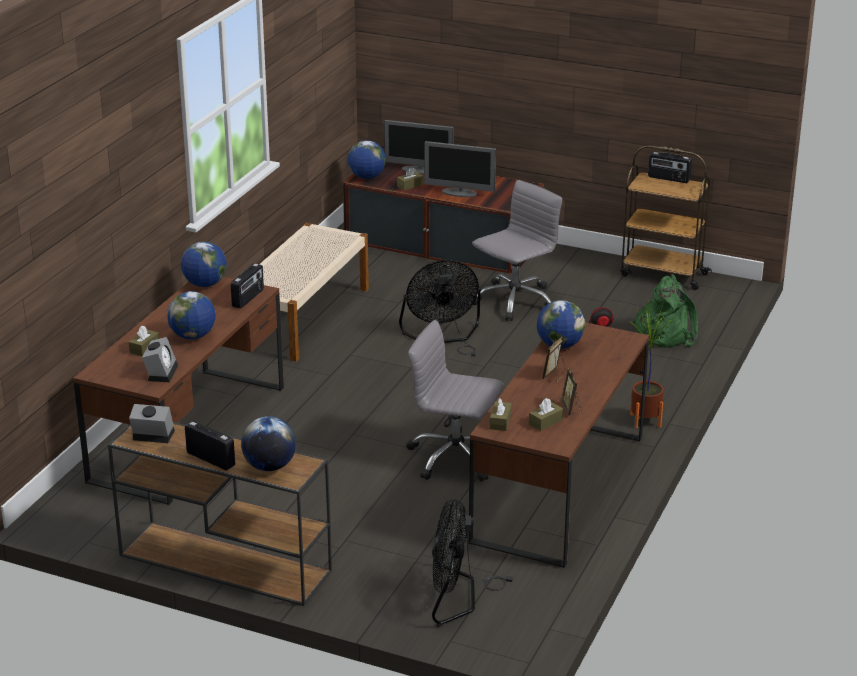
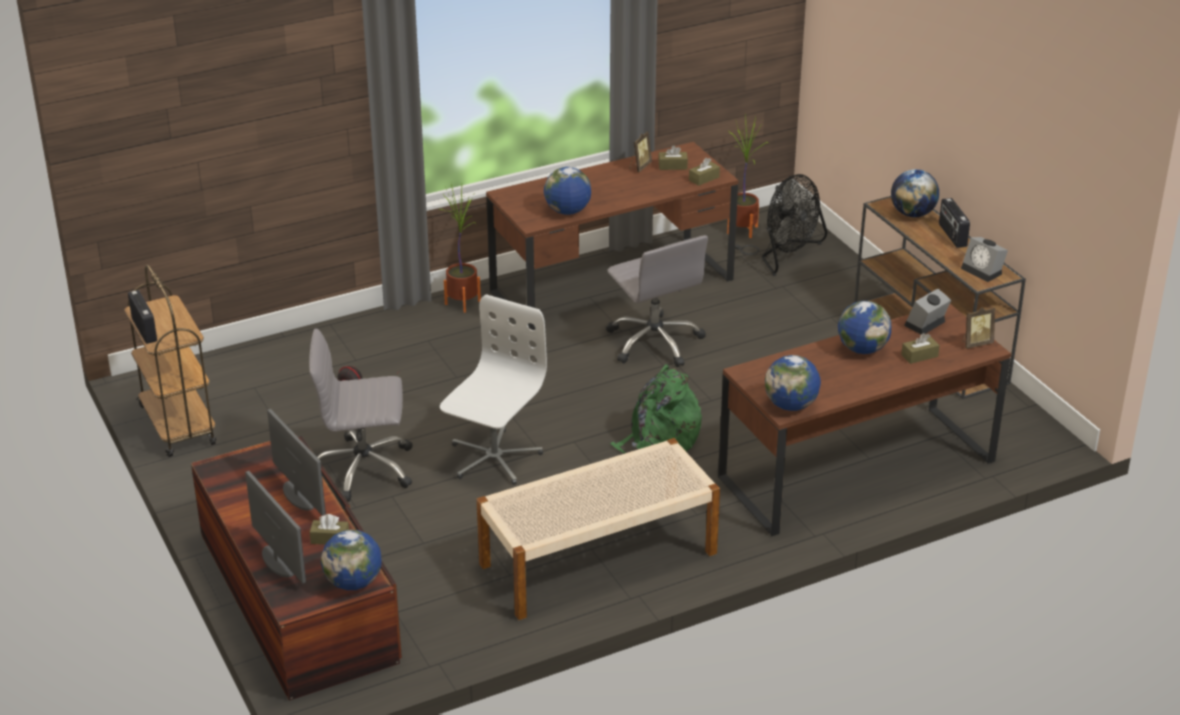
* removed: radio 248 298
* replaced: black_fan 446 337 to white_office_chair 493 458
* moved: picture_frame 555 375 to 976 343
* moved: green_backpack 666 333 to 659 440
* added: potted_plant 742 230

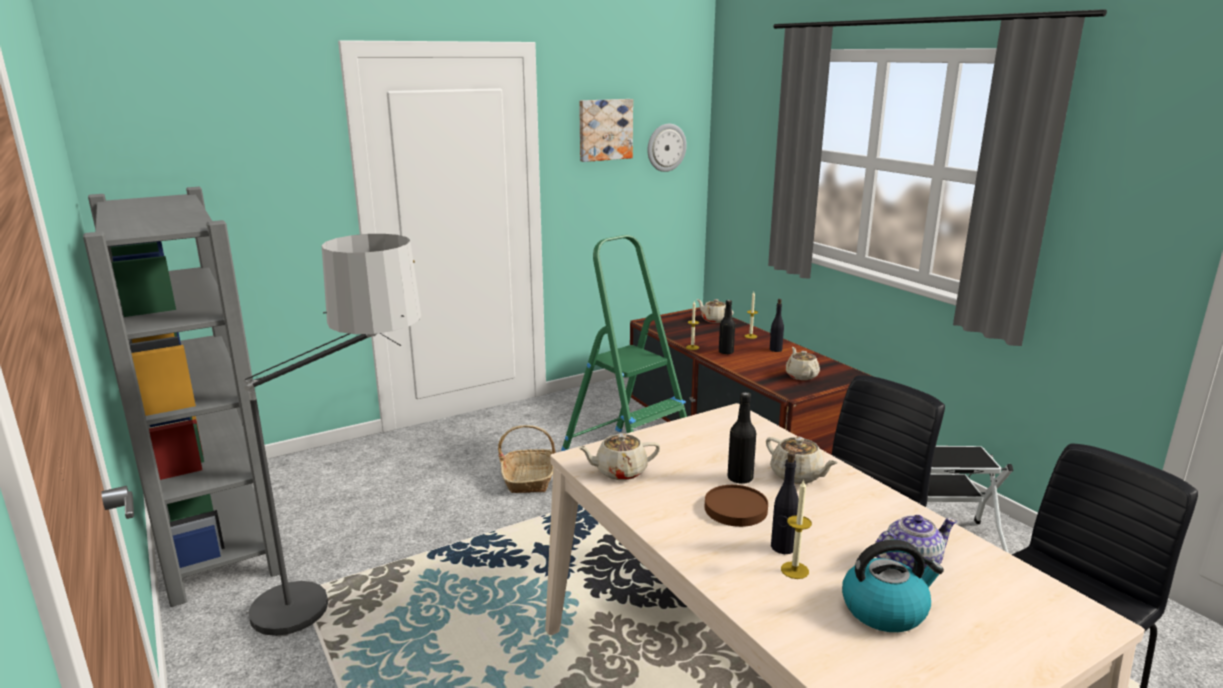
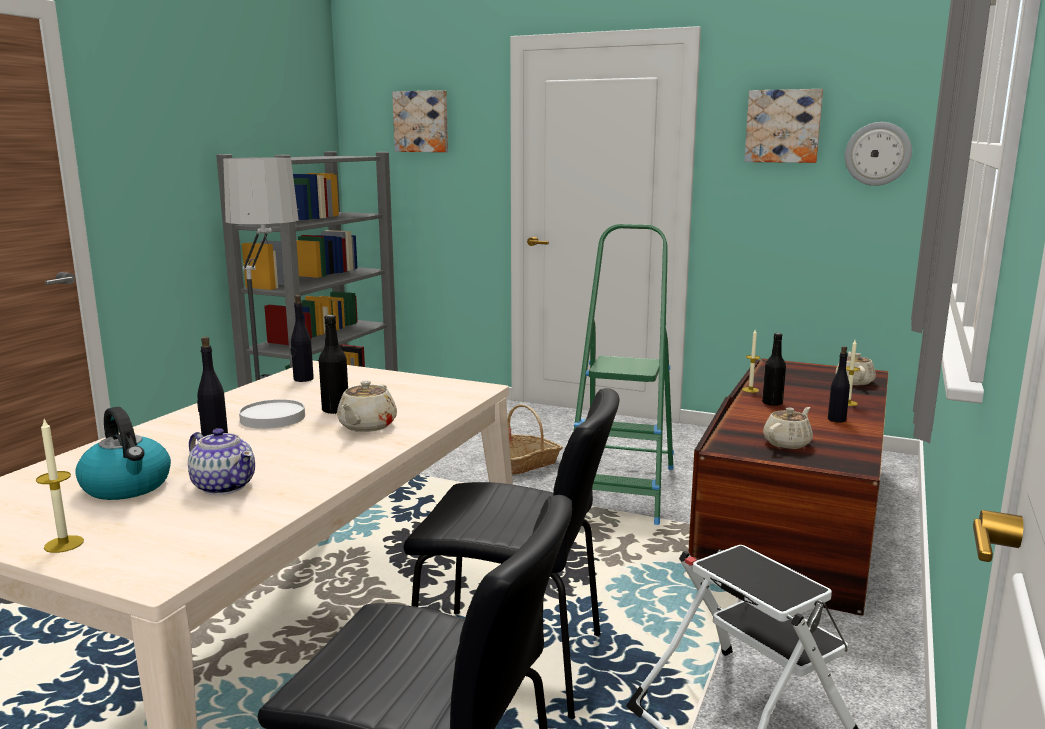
* replaced: beige_teapot 620 471 to black_bottle 303 379
* recoloured: brown_plate 736 509 to white_plate 272 418
* moved: candle 794 570 to 64 544
* added: picture 422 121

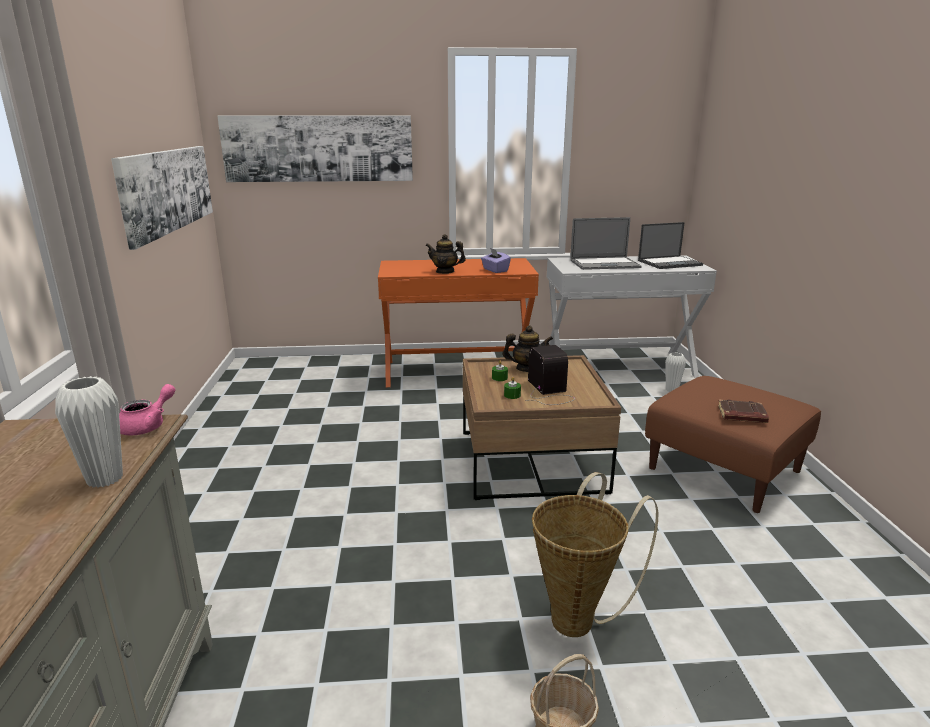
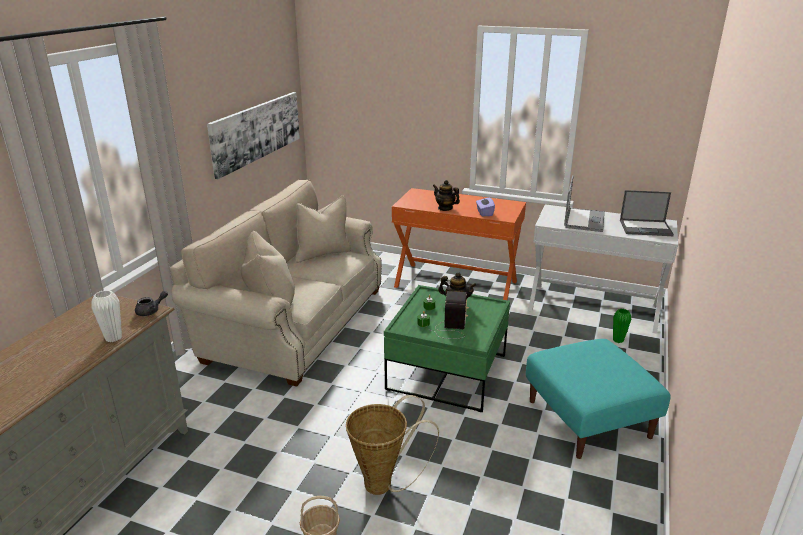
* recoloured: pink_teapot 148 426 to grey_teapot 151 311
* removed: picture 318 148
* recoloured: brown_coffee_table 531 461 to green_coffee_table 447 372
* turned: laptop 604 264 = 584 220 90 degrees counterclockwise
* recoloured: brown_ottoman 725 470 to turquoise_ottoman 589 419
* recoloured: white_vase 671 390 to green_vase 618 340
* removed: brown_book 741 415
* added: beige_sofa 292 322

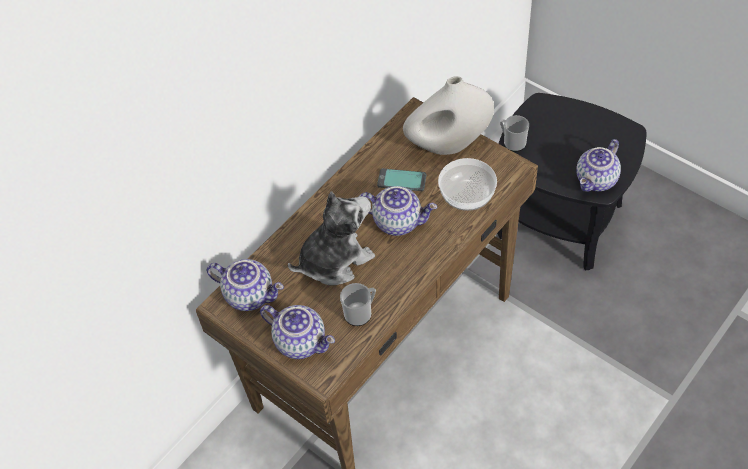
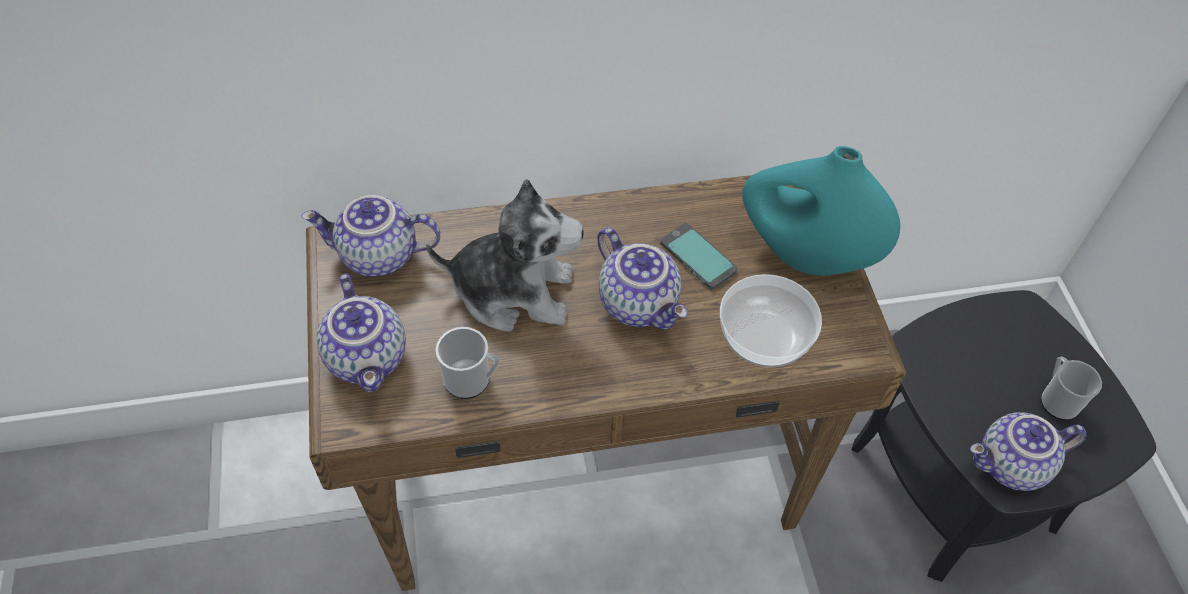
* turned: teapot 250 294 = 377 257 120 degrees clockwise
* recoloured: white_vase 448 145 to turquoise_vase 805 256
* moved: mug 512 142 to 1057 399

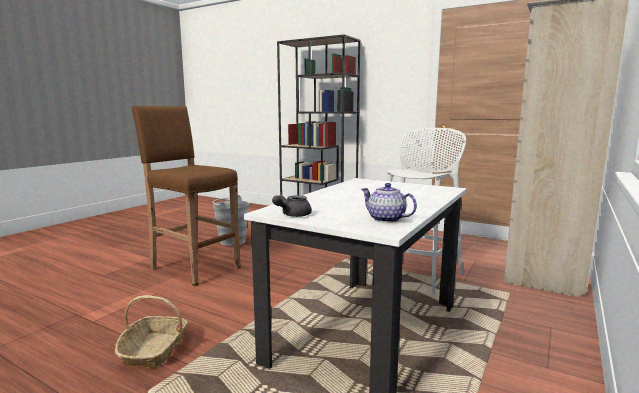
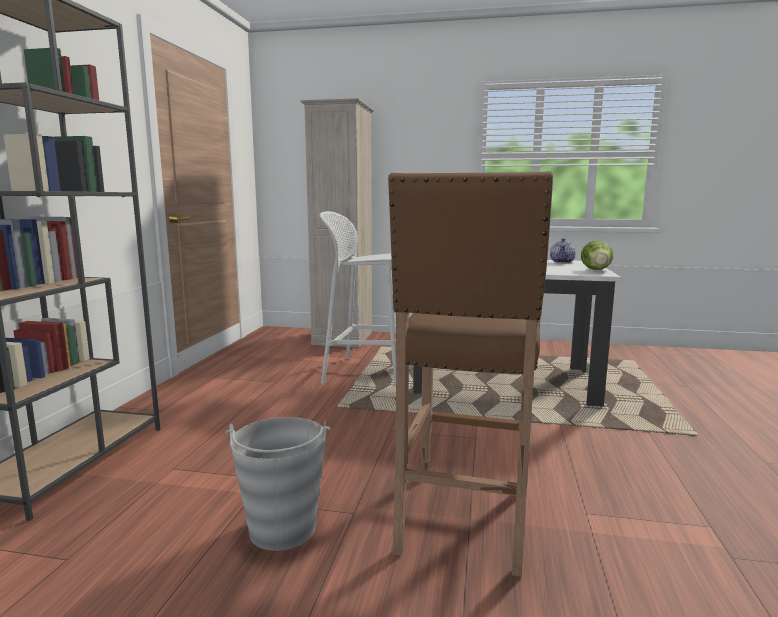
* removed: basket 154 350
* replaced: grey_teapot 292 215 to lettuce 597 270

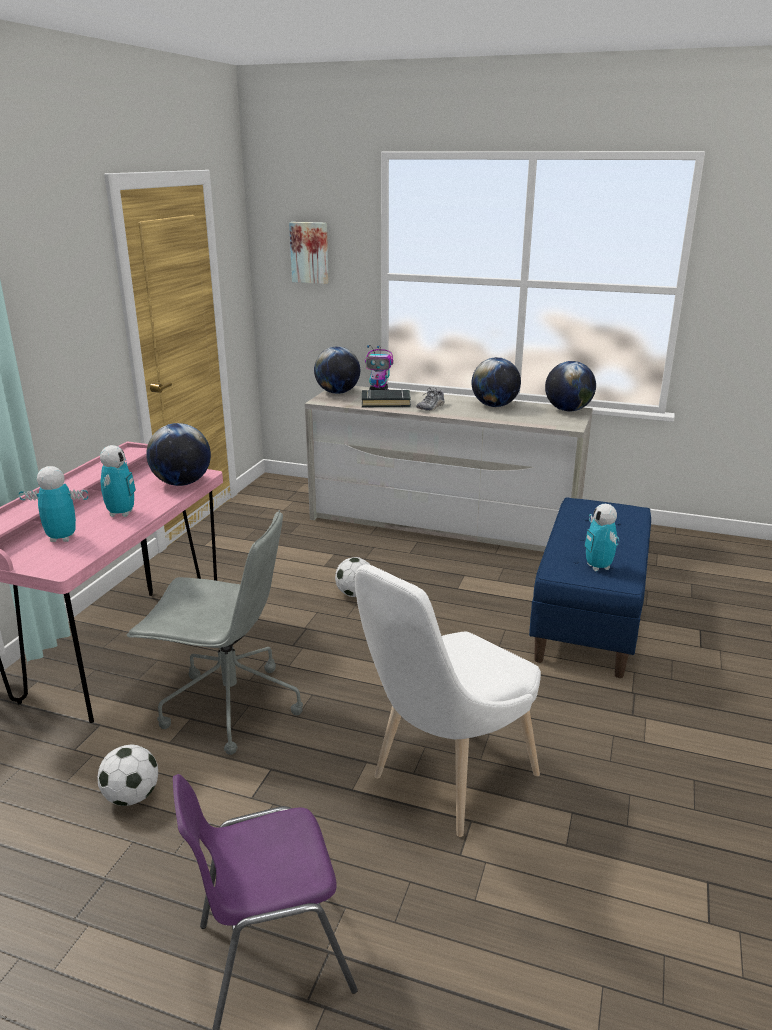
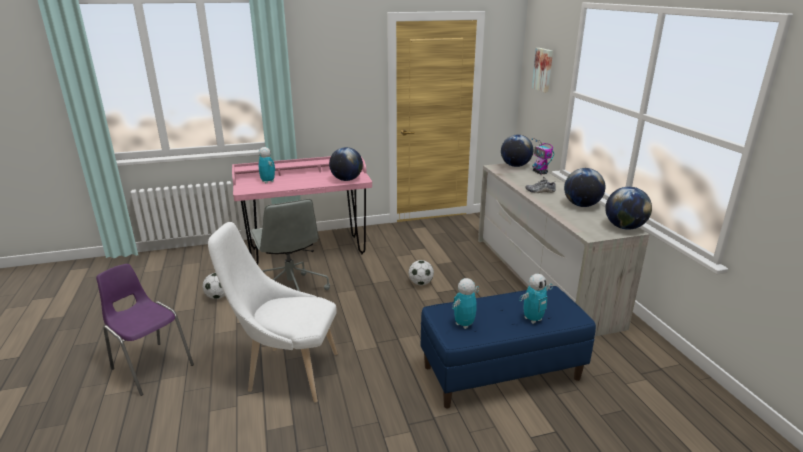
* moved: toy_robot 121 513 to 533 319
* removed: black_book 385 402

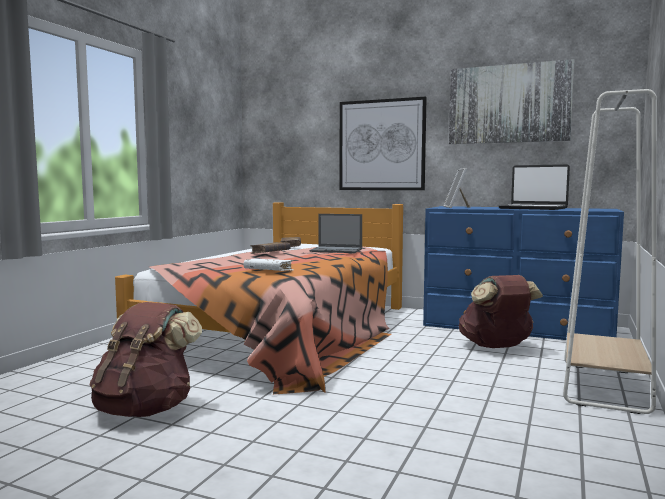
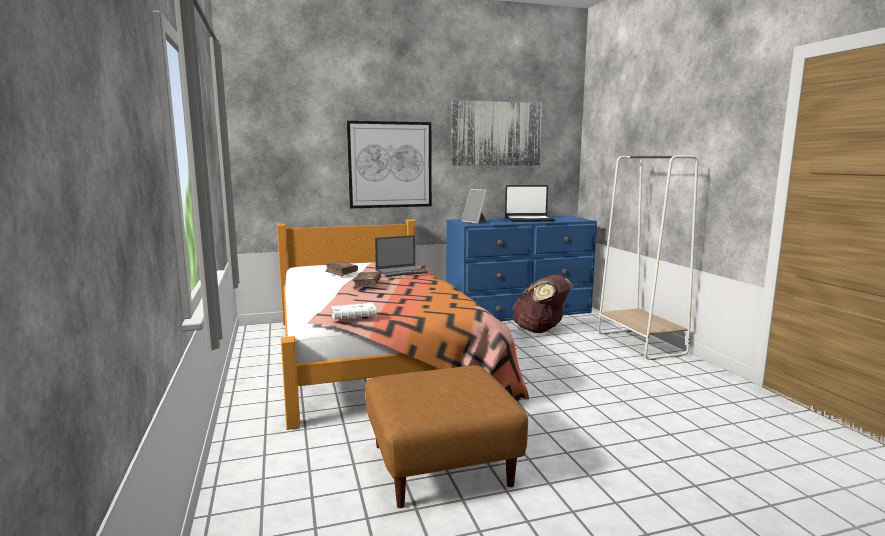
* replaced: brown_backpack 145 409 to brown_ottoman 441 464
* moved: white_book 268 271 to 354 318

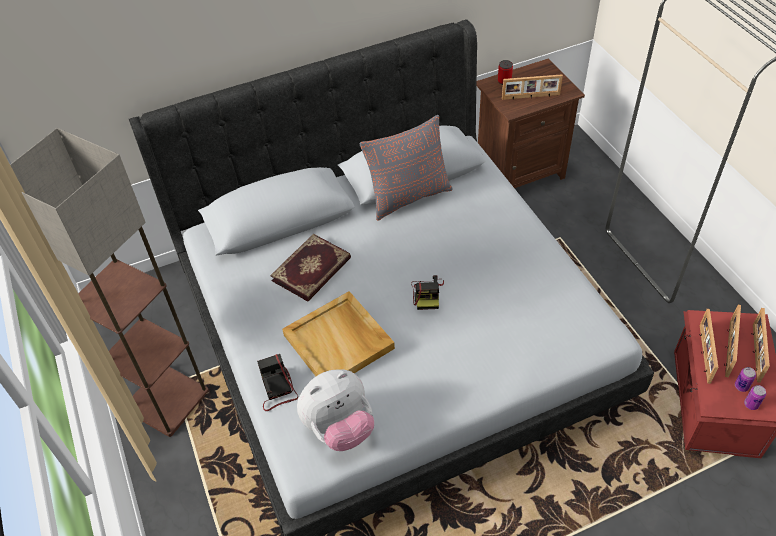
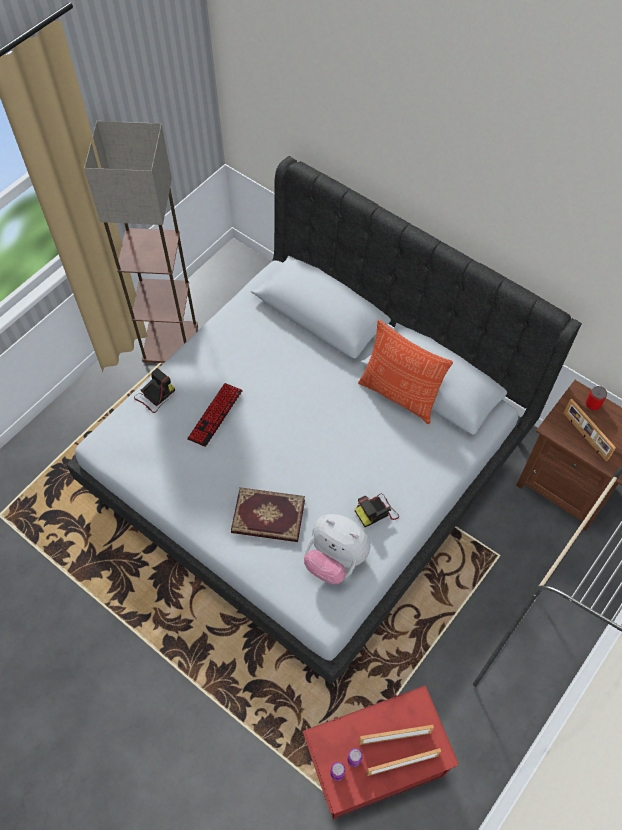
* moved: book 312 270 to 268 517
* replaced: beige_tray 339 342 to keyboard 215 415
* moved: plush_toy 339 427 to 335 559
* recoloured: grey_pillow 409 197 to orange_pillow 399 395
* moved: photo_camera 427 294 to 376 512
* removed: picture_frame 703 353

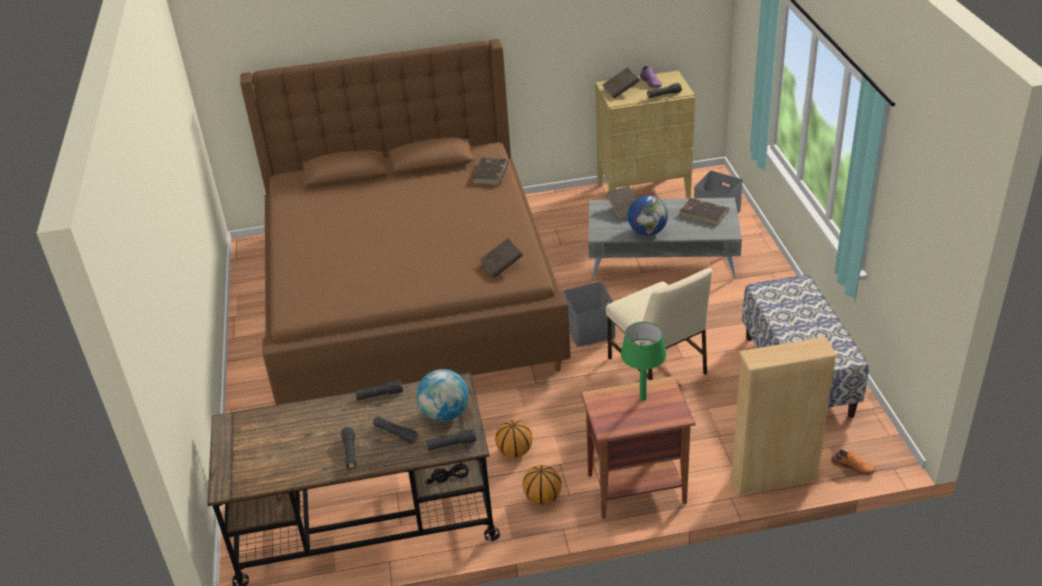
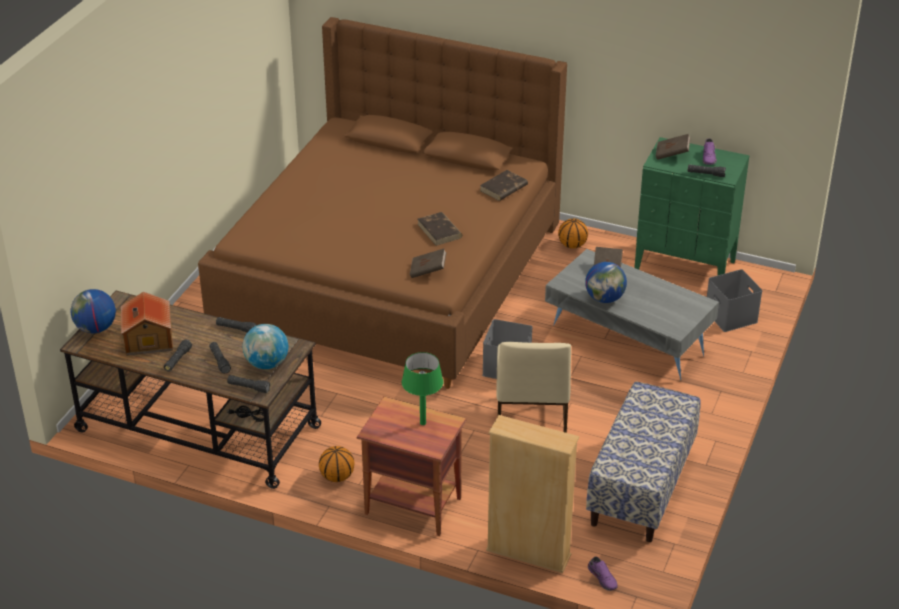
* moved: basketball 514 452 to 572 245
* recoloured: beige_dresser 644 193 to green_dresser 685 268
* moved: brown_book 704 214 to 439 231
* recoloured: orange_shoe 852 466 to purple_shoe 603 578
* added: globe 96 328
* added: toy_house 147 339

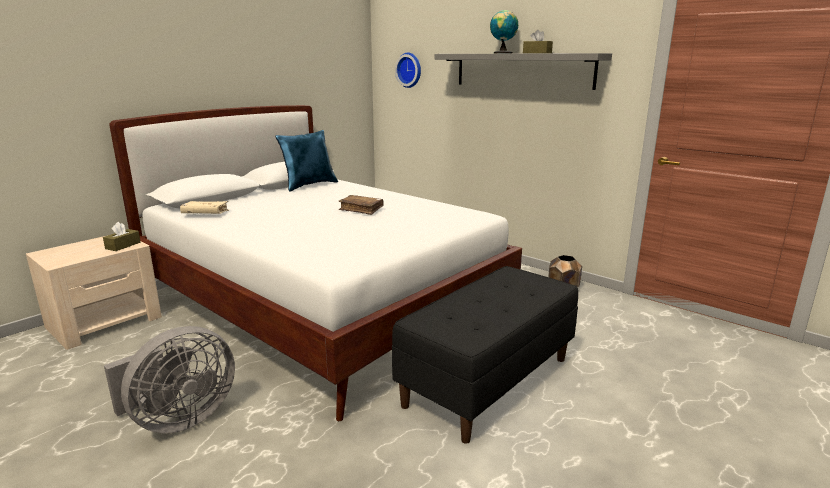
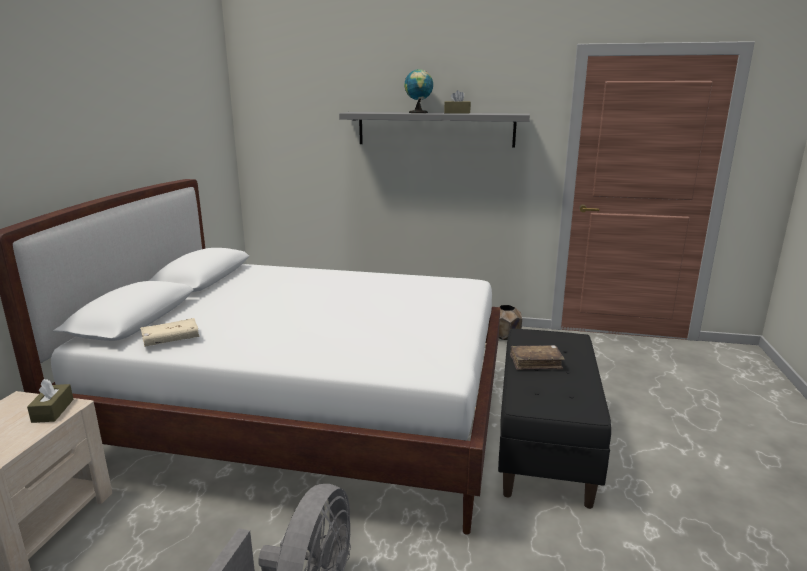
* removed: blue_pillow 309 185
* moved: brown_book 361 209 to 535 362
* removed: wall_clock 410 70

